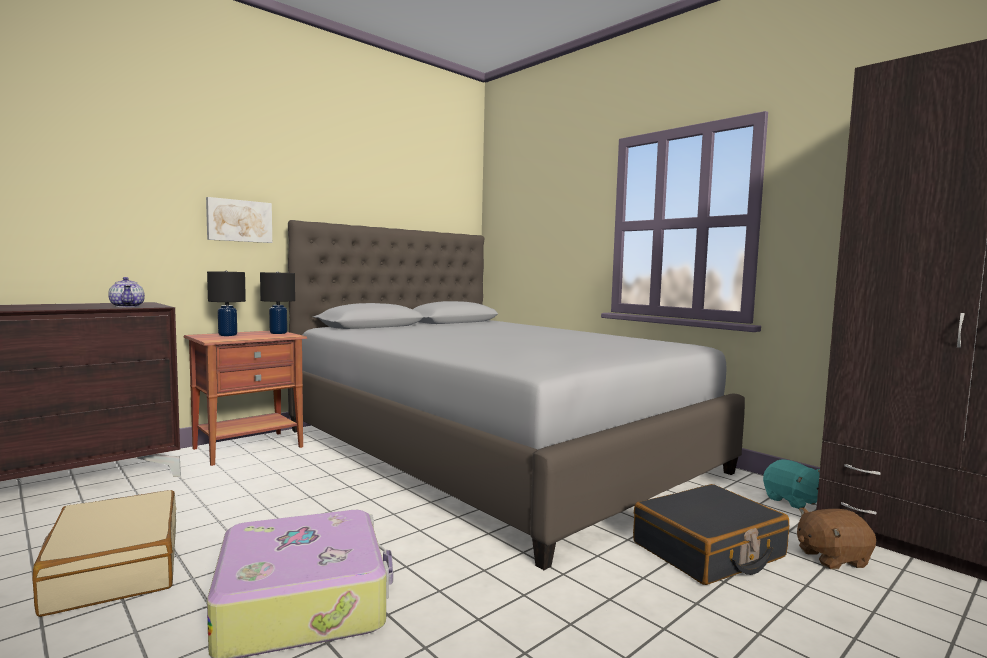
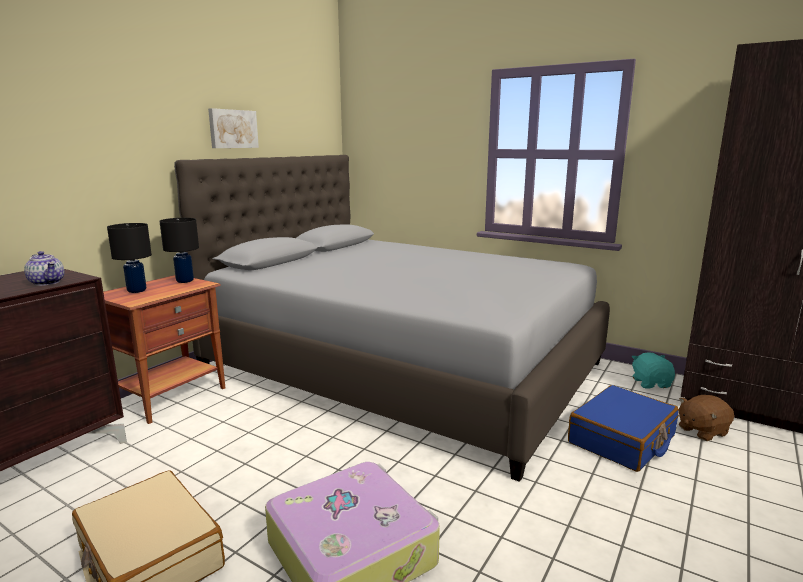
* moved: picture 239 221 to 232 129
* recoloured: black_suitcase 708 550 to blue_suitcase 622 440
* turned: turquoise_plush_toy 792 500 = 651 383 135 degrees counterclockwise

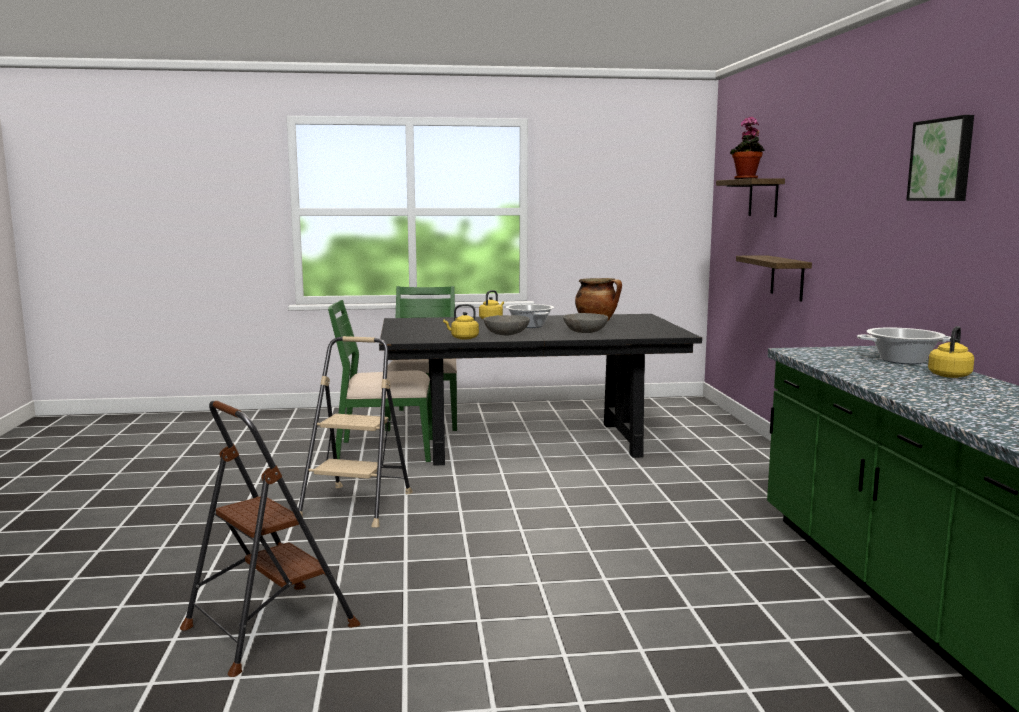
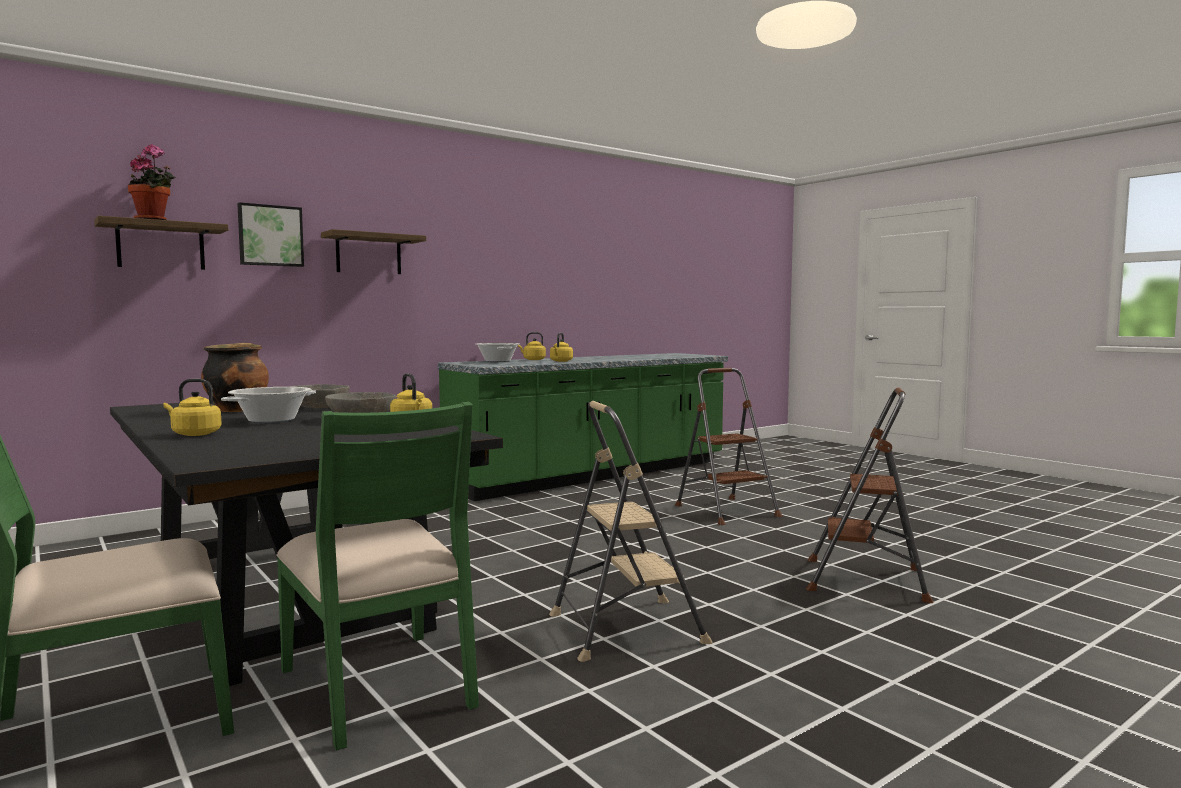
* moved: shelf 787 278 to 368 254
* moved: picture 943 160 to 270 235
* added: yellow_kettle 561 361
* added: brown_step_ladder 725 509

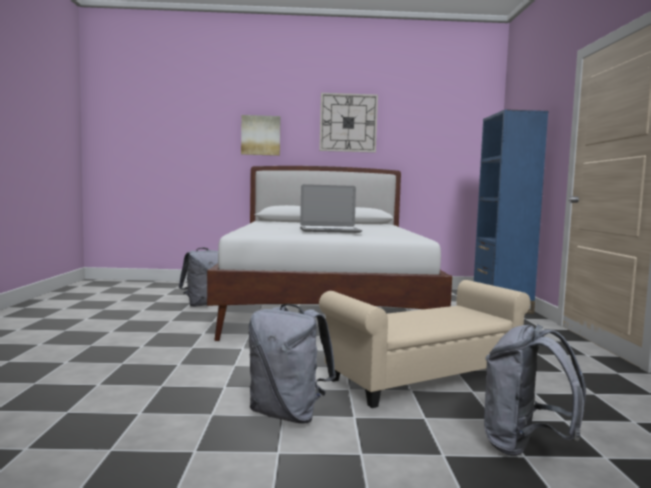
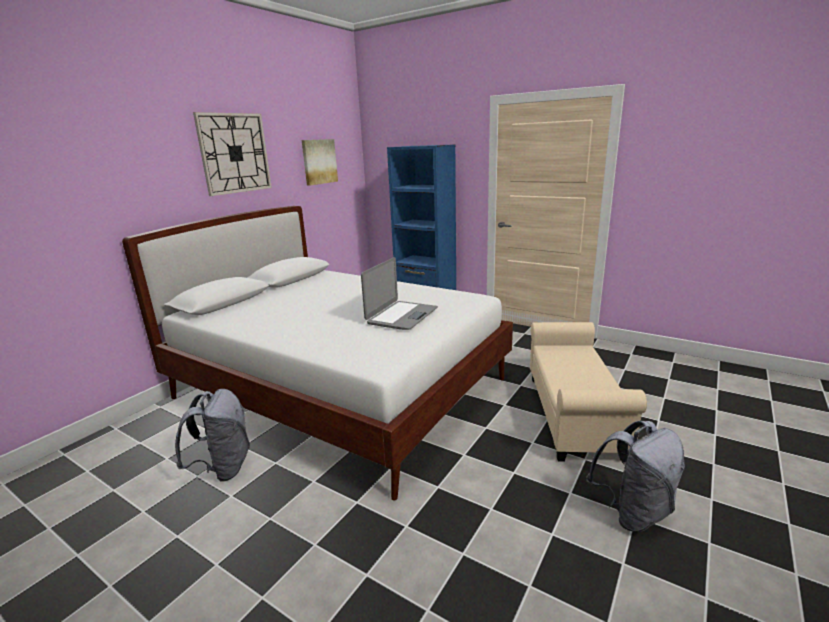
* moved: picture 260 135 to 319 161
* removed: grey_backpack 525 447

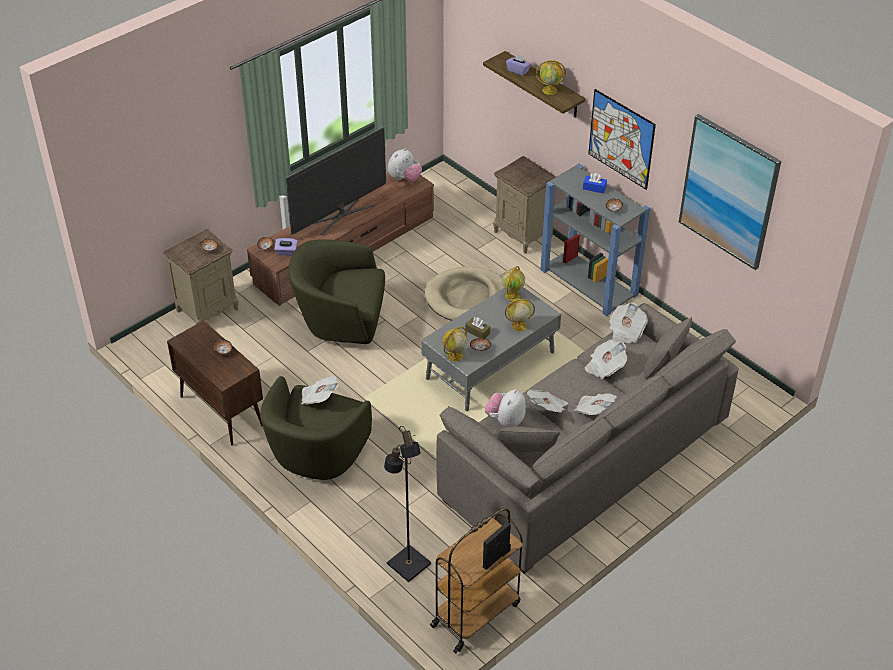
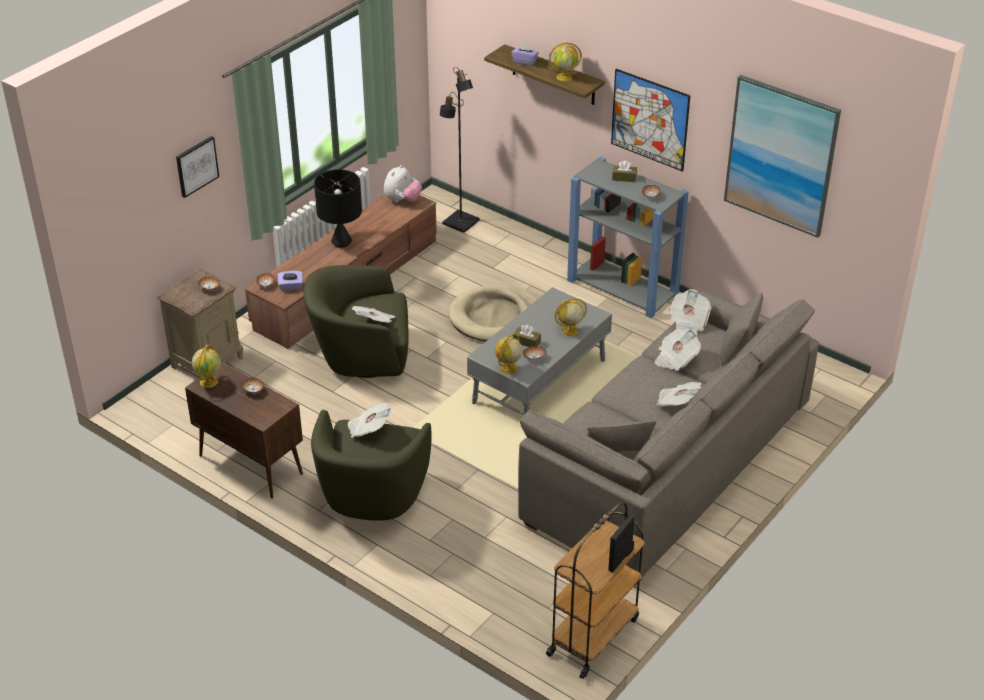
* replaced: television 340 214 to black_table_lamp 341 243
* moved: black_floor_lamp 408 563 to 460 222
* removed: plush_toy 505 420
* removed: beige_nightstand 522 235
* moved: globe 512 295 to 209 381
* moved: newspaper 547 408 to 375 323
* recoloured: blue_tissue_box 594 188 to brown_tissue_box 624 178
* added: picture 196 166

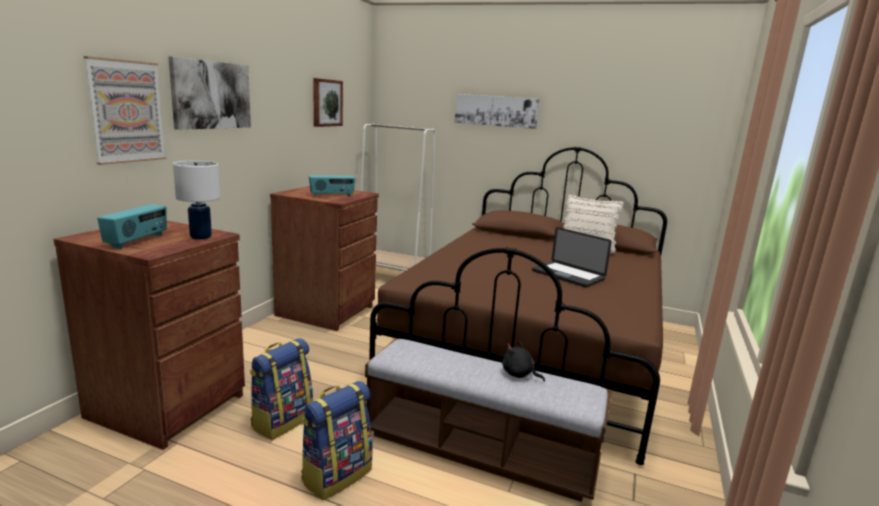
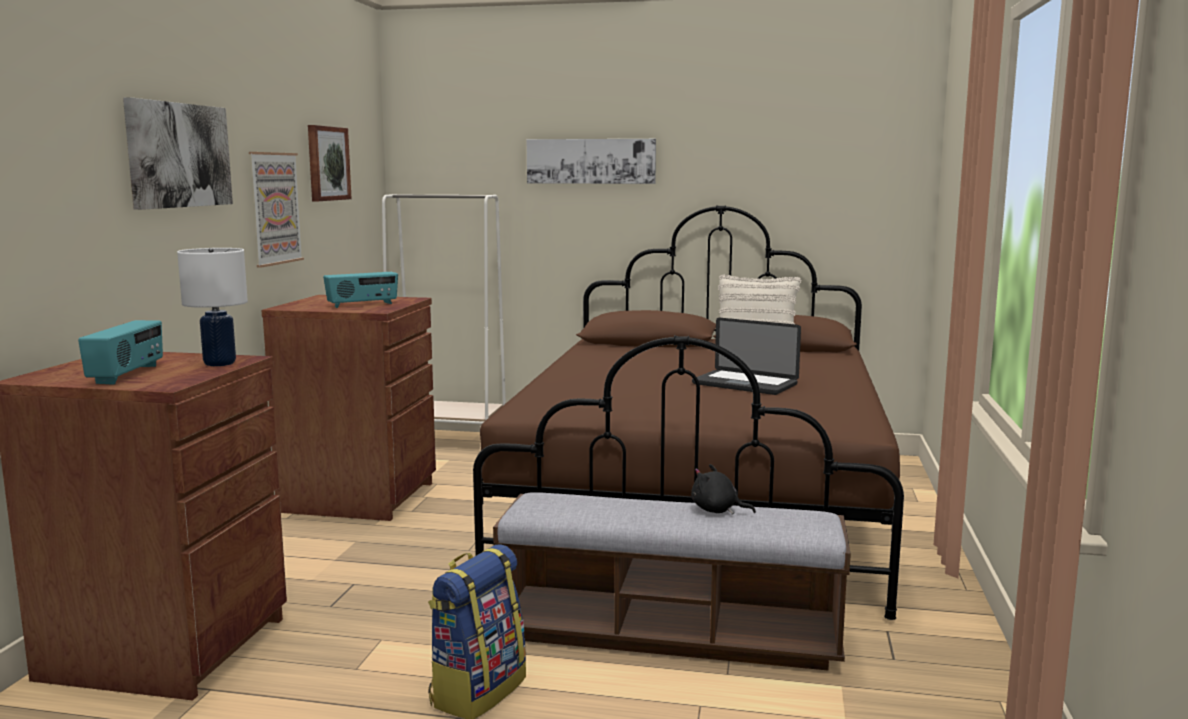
* moved: picture 126 111 to 275 208
* removed: backpack 282 421

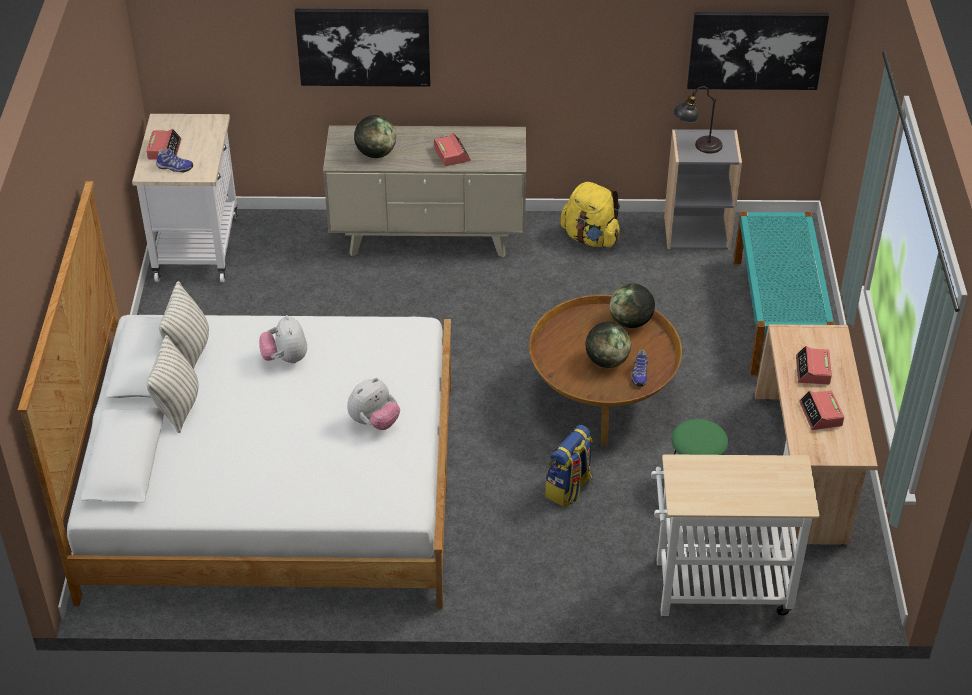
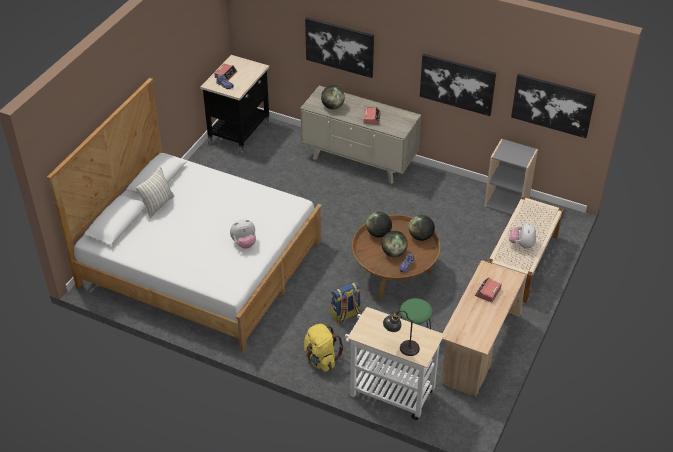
* recoloured: white_cart 196 248 to black_cart 239 132
* removed: pillow 189 351
* moved: plush_toy 285 358 to 522 244
* moved: yellow_backpack 590 238 to 321 359
* moved: grey_table_lamp 696 146 to 401 346
* recoloured: turquoise_bench 778 316 to beige_bench 522 262
* removed: alarm_clock 821 414
* added: globe 378 234
* added: picture 457 84

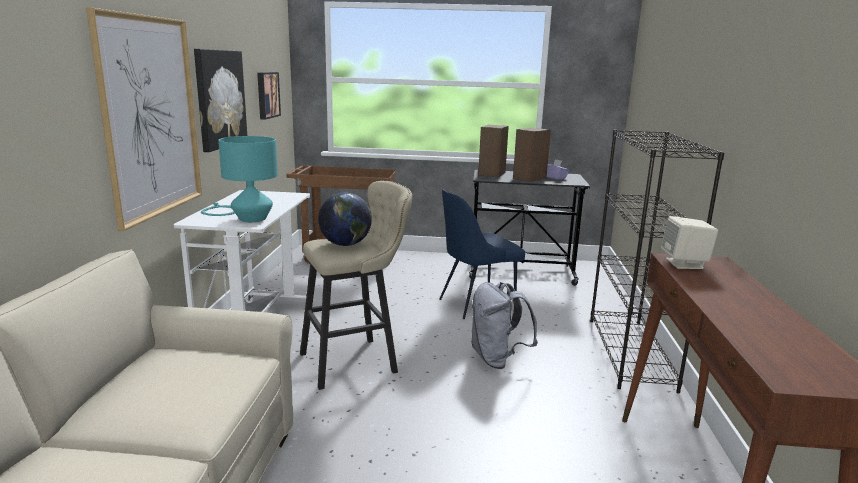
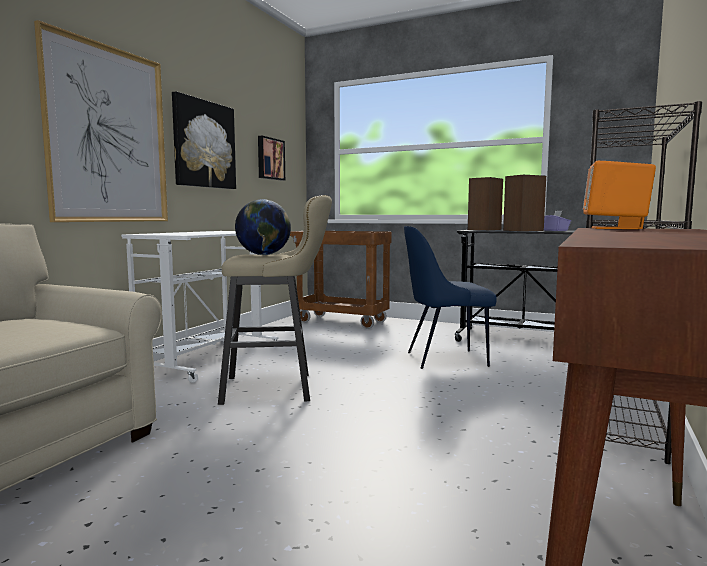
* removed: turquoise_table_lamp 240 215
* removed: grey_backpack 497 359
* recoloured: beige_speaker 685 264 to orange_speaker 615 228

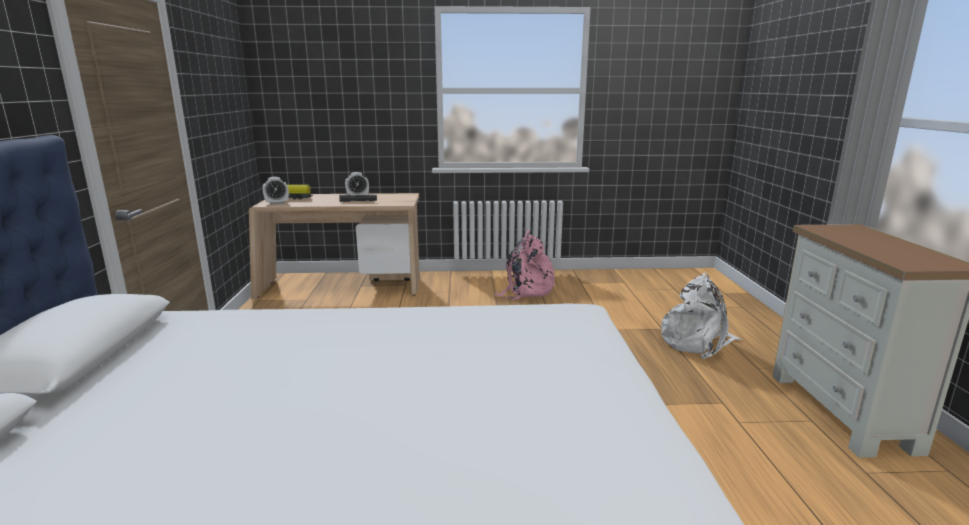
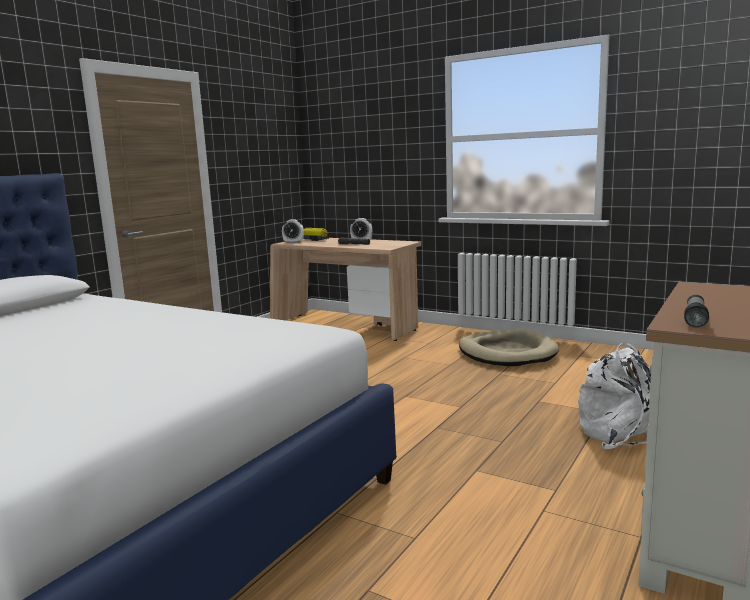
* replaced: pink_backpack 526 290 to beige_dog_bed 507 352
* added: flashlight 695 319

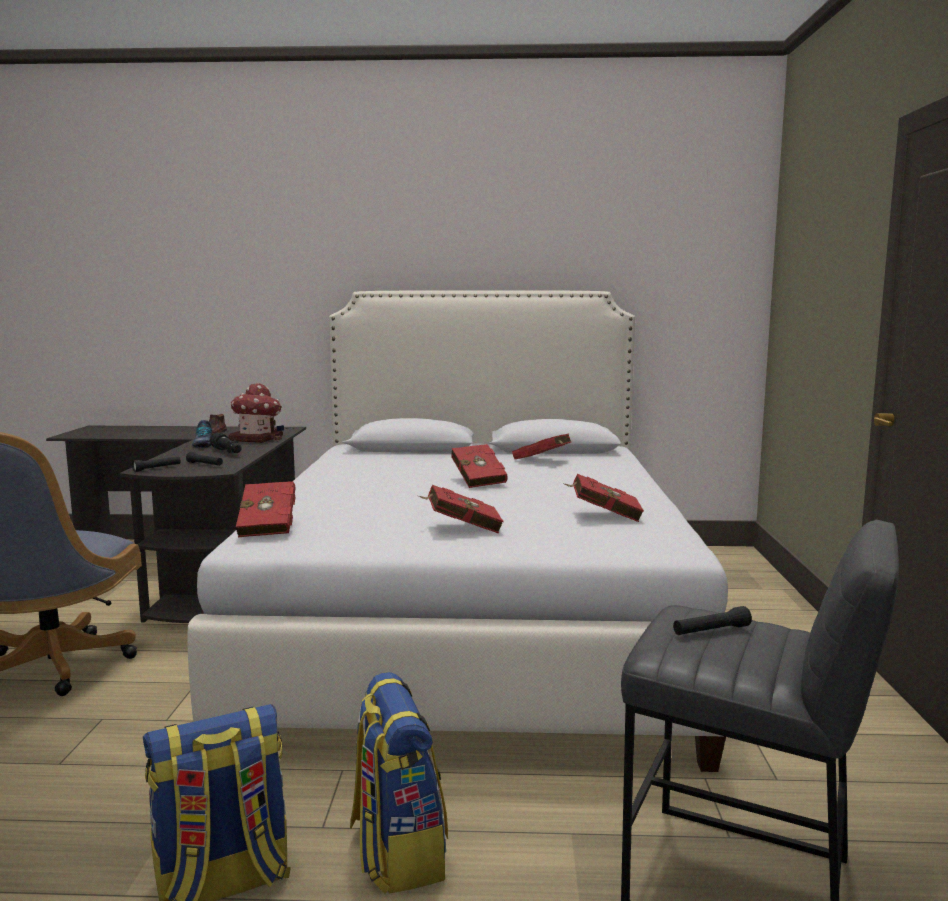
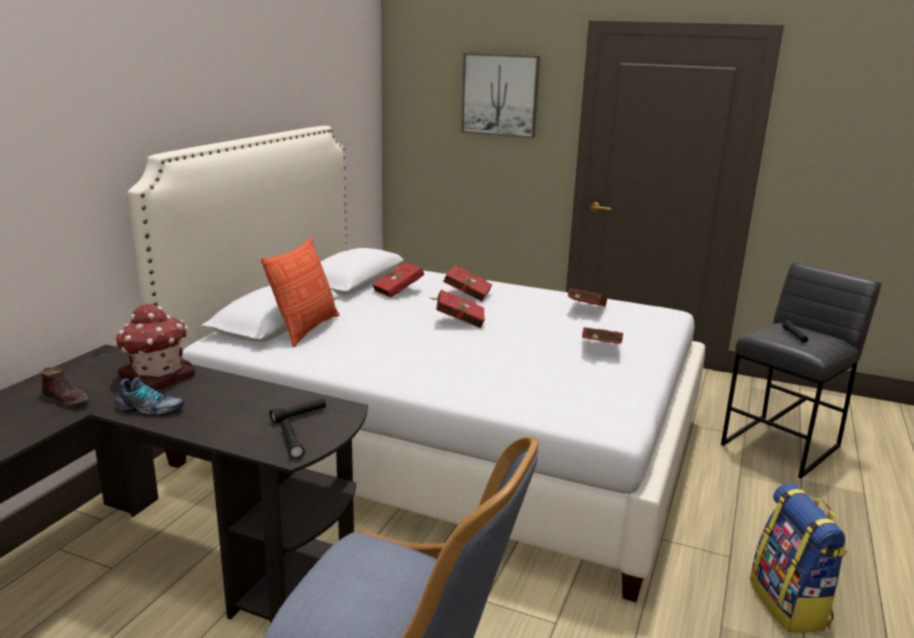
* removed: black_flashlight 227 452
* moved: red_book 269 527 to 465 294
* removed: backpack 397 851
* added: orange_pillow 305 329
* added: picture 500 95

